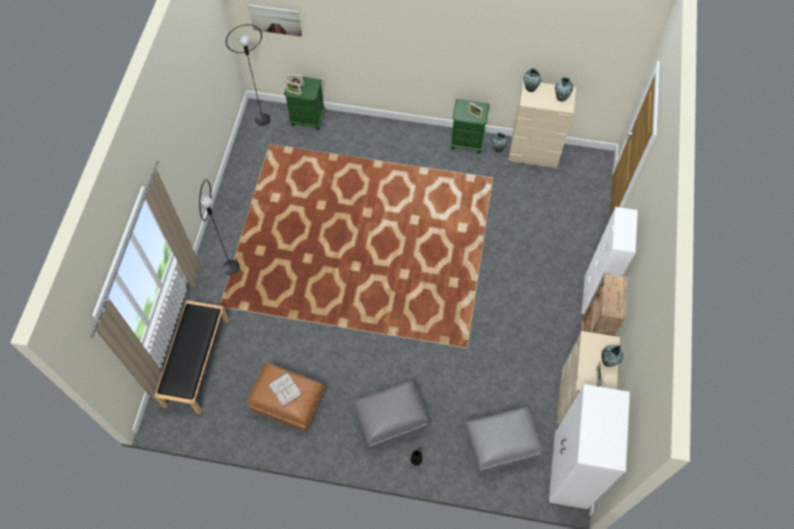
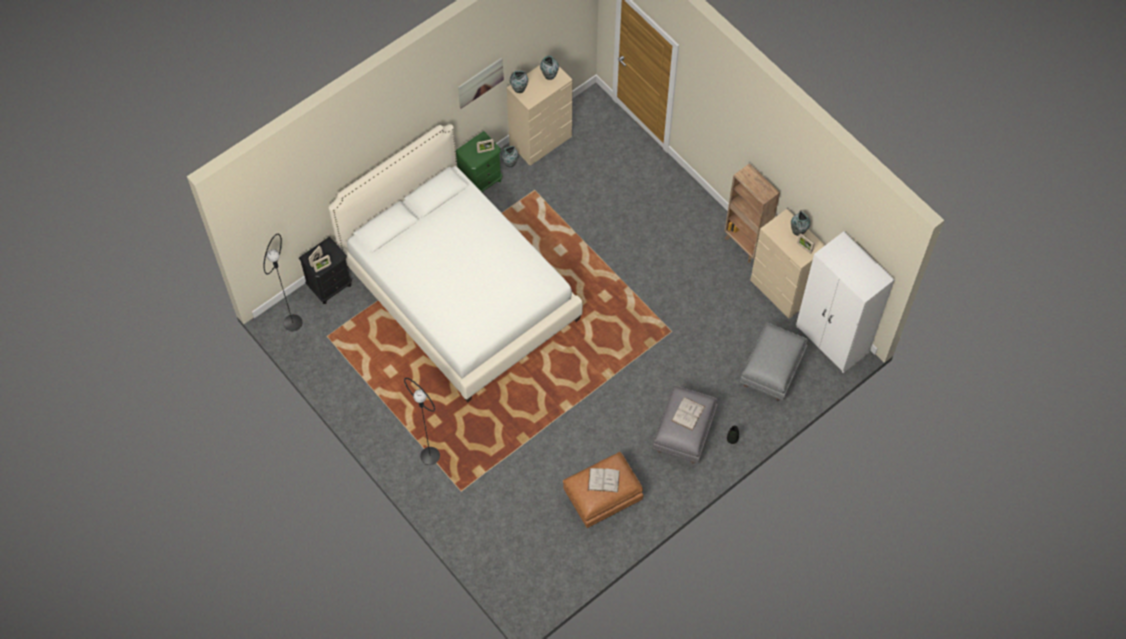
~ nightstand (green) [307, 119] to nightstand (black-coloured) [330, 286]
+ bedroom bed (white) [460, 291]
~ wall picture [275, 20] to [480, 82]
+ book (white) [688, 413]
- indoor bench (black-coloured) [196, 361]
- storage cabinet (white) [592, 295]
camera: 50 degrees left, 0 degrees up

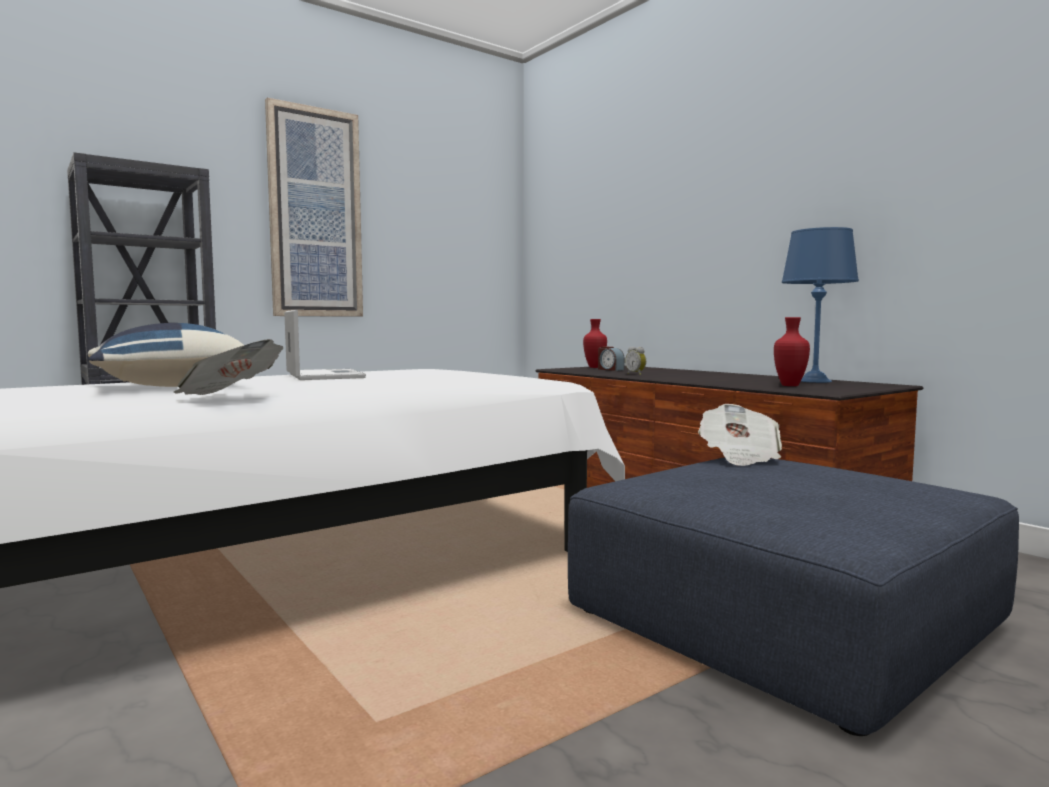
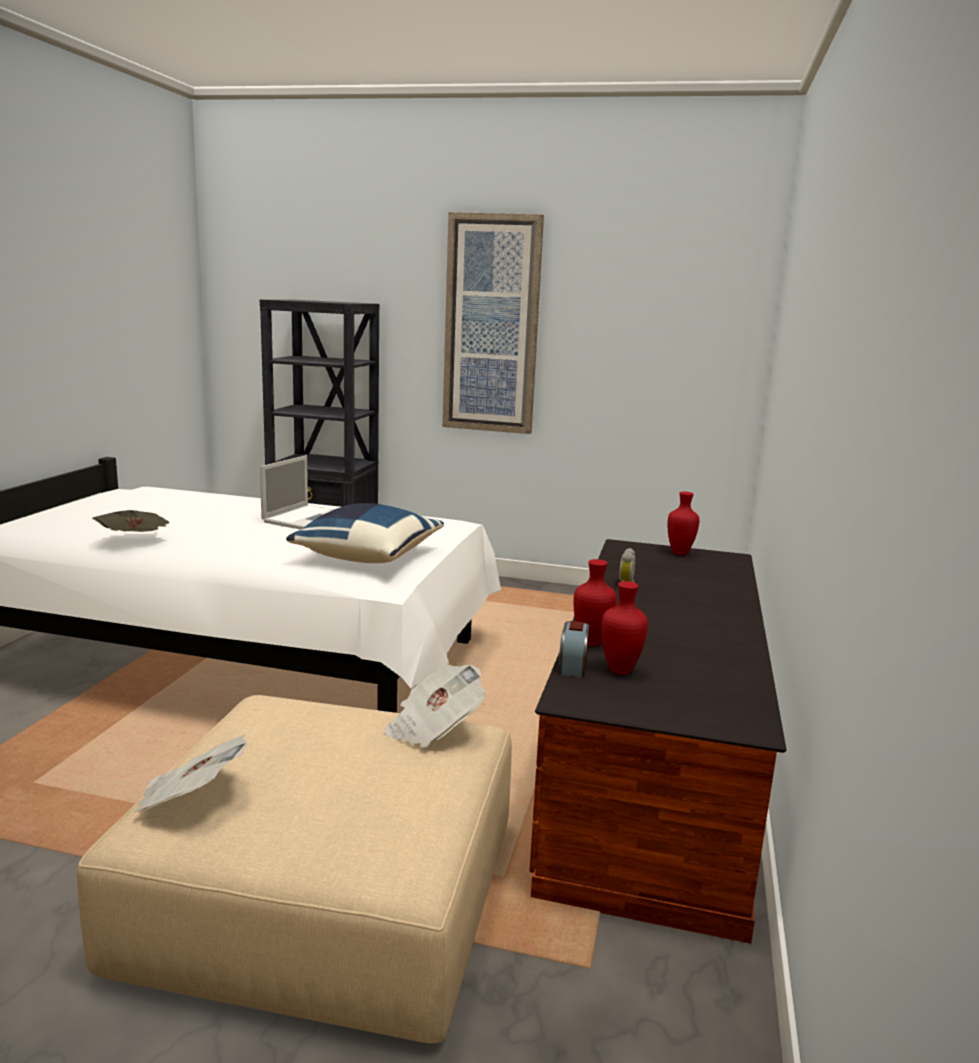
~ ottoman (blue-coloured) [780, 617] to ottoman (beige-coloured) [328, 893]
+ newspaper [191, 799]
~ throw pillow (blue-coloured) [171, 386] to [367, 556]
~ alarm clock [610, 369] to [572, 666]
+ decorative vase (red-coloured) [592, 643]
- table lamp (blue-coloured) [814, 381]
camera: 50 degrees right, 10 degrees up

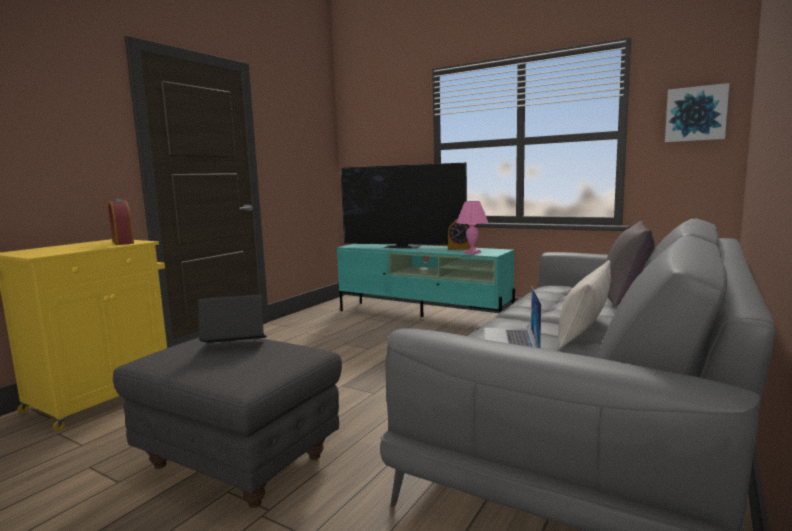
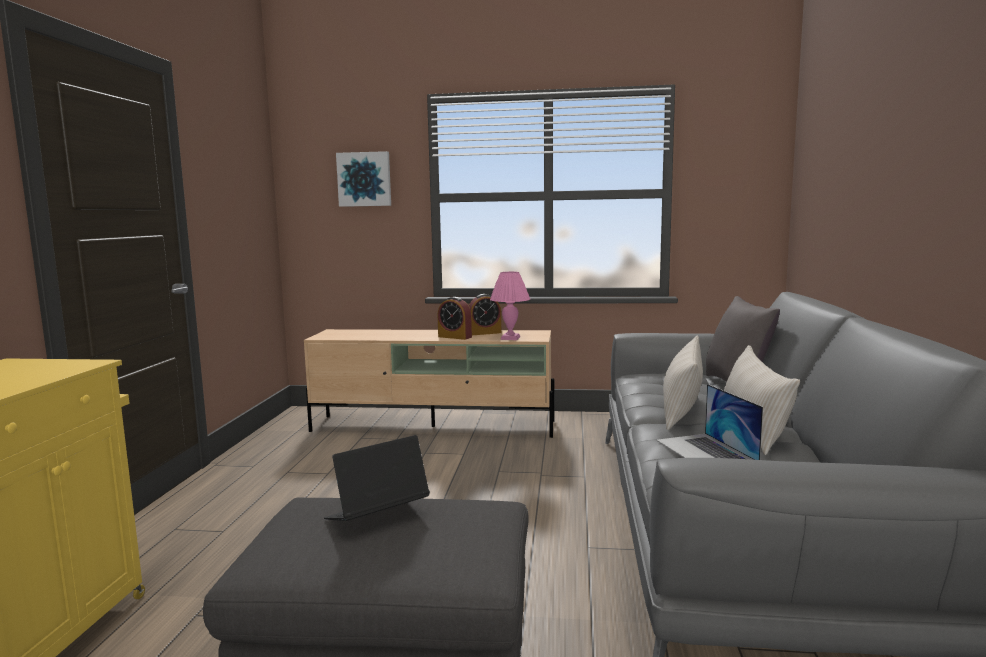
~ tv unit (turquoise-coloured) [423, 316] to tv unit (beige-coloured) [434, 426]
~ wall picture [696, 114] to [364, 179]
~ alarm clock [123, 242] to [455, 337]
+ throw pillow (beige-coloured) [682, 409]
- television [403, 246]
camera: 25 degrees left, 0 degrees up

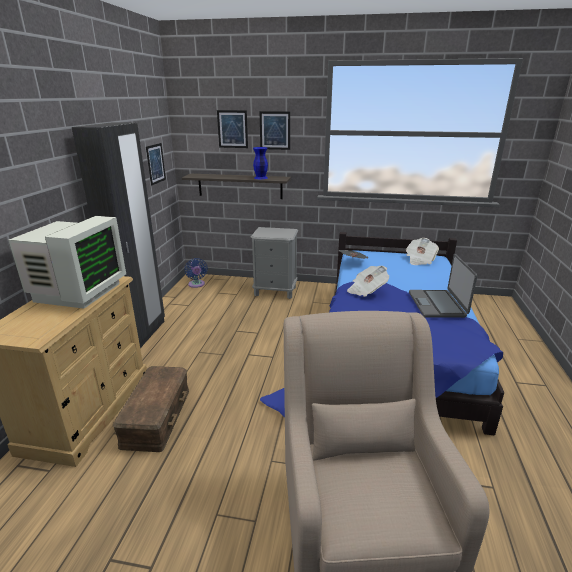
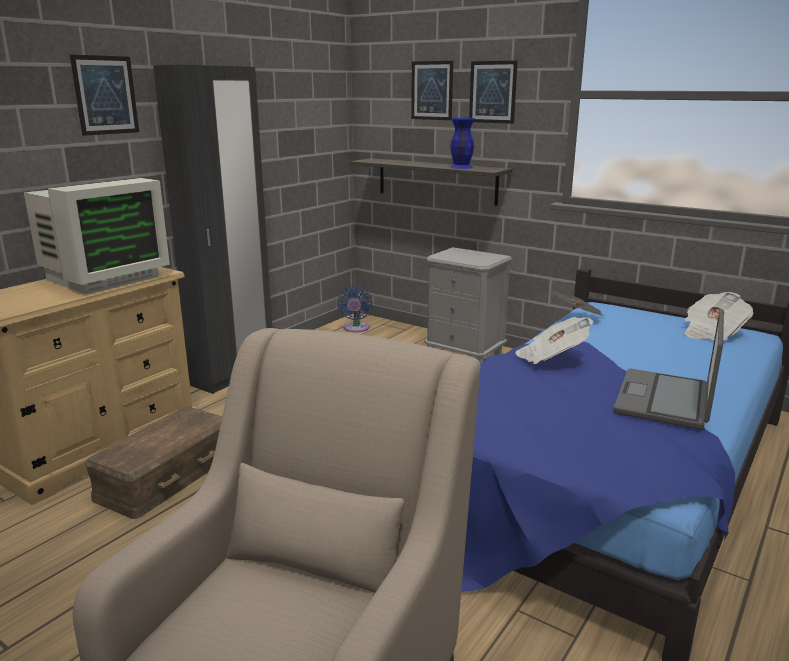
~ wall picture [155, 163] to [105, 95]
camera: 25 degrees right, 5 degrees down

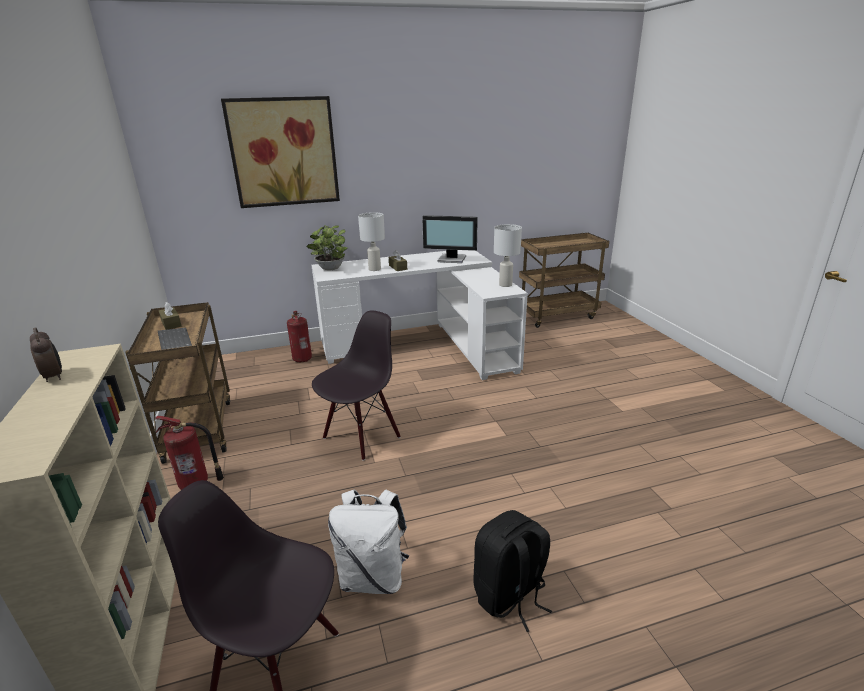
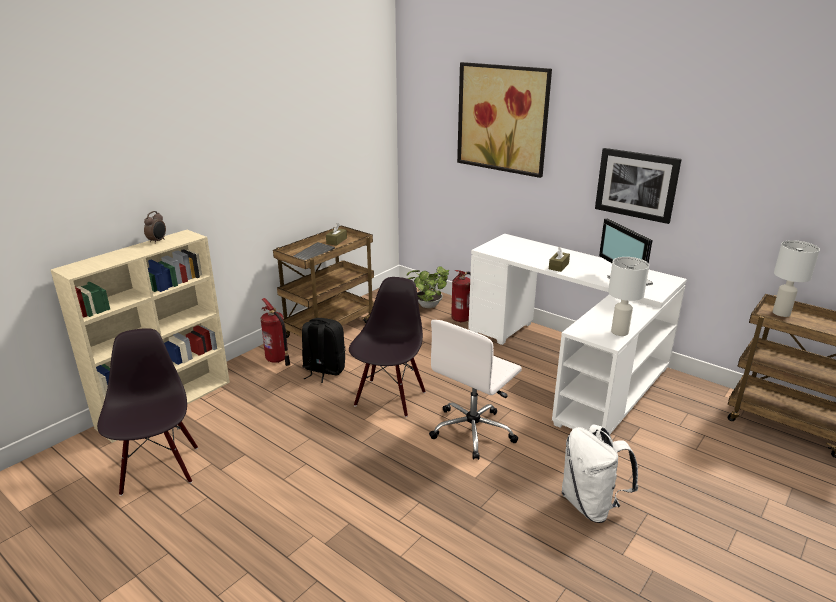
~ backpack (black-coloured) [510, 596] to [323, 370]
~ upright chair (black-coloured) [361, 436] = [389, 398] 75 degrees counterclockwise
~ houseplant [330, 269] to [426, 306]
+ office chair (white) [473, 431]
~ backpack (white) [373, 577] to [591, 505]
+ wall picture [636, 184]
~ table lamp (white) [374, 269] to [780, 313]
camera: 55 degrees right, 0 degrees up

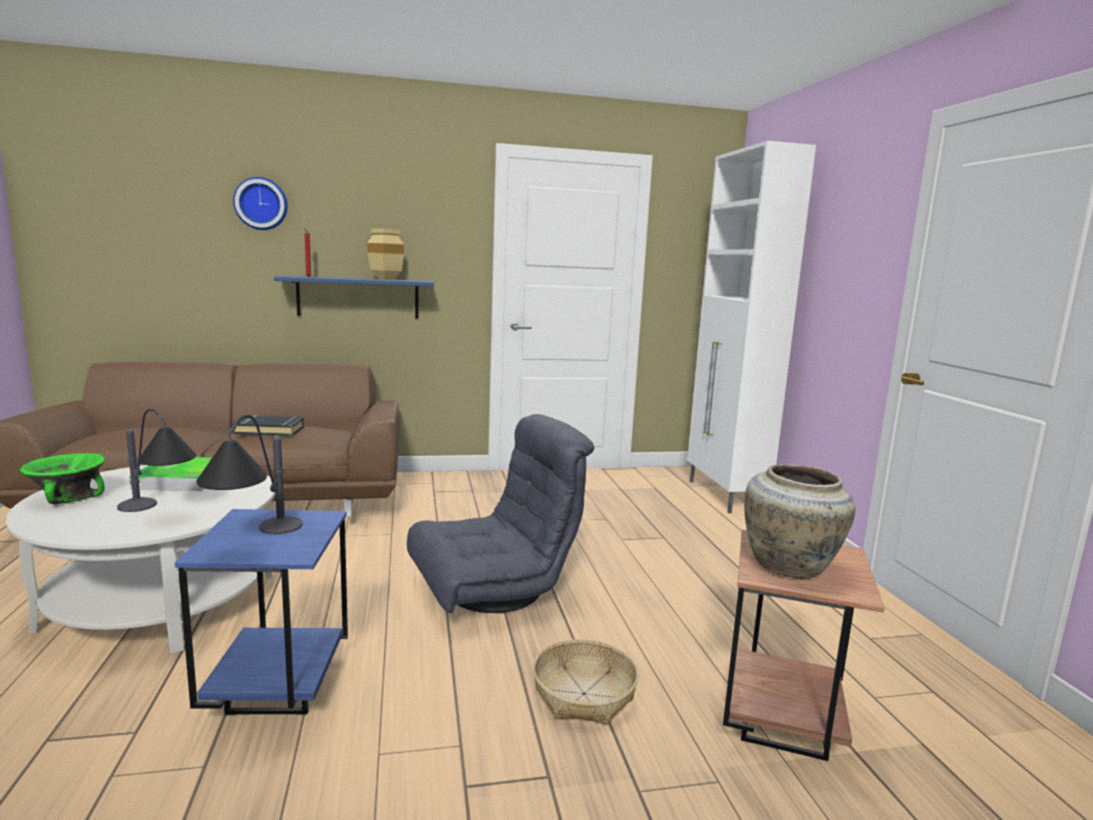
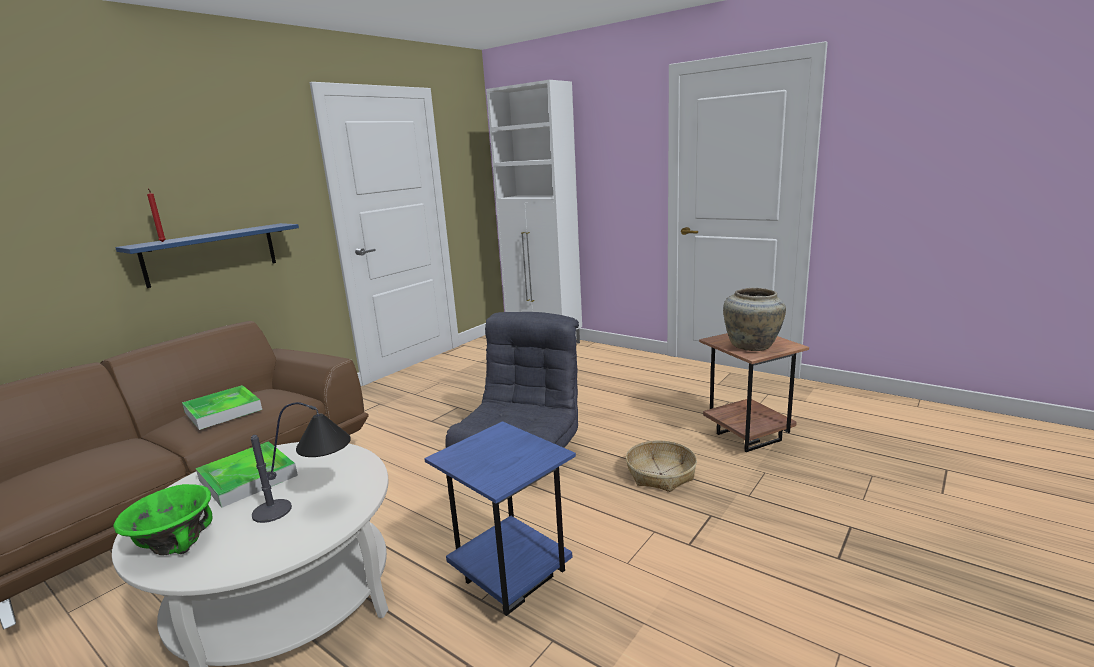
~ book (black-coloured) [270, 430] to carrying tray [223, 411]
- table lamp [255, 542]
- wall clock [261, 204]
- decorative vase (beige-coloured) [386, 279]
camera: 40 degrees left, 5 degrees up

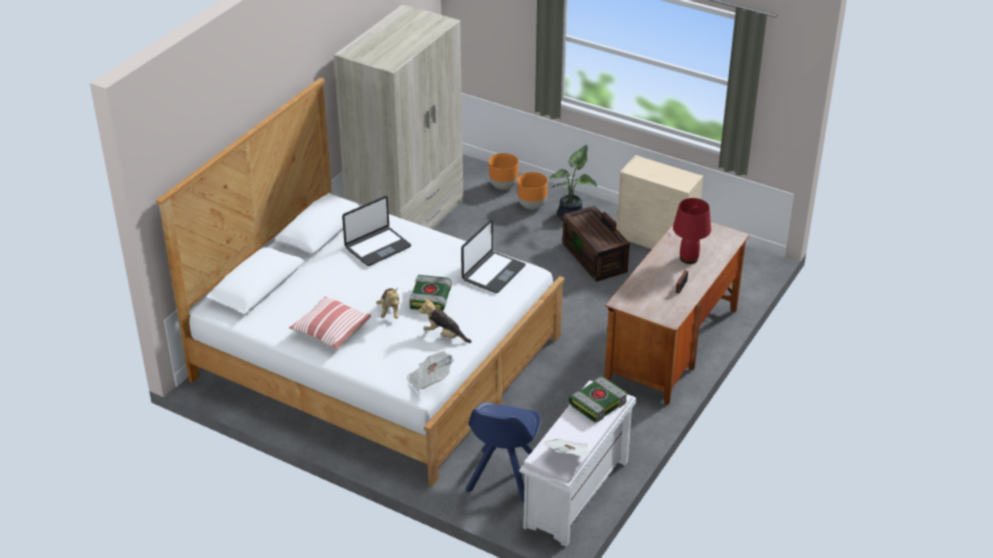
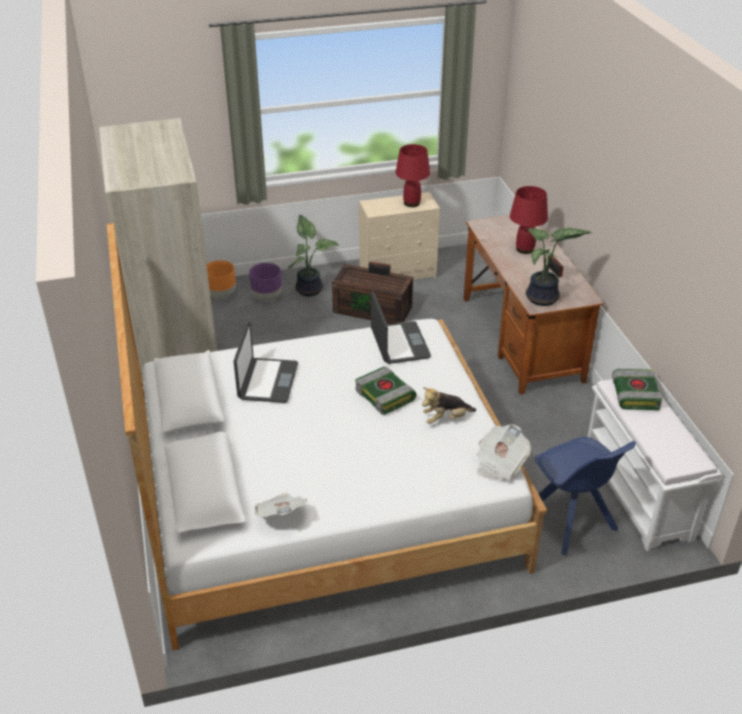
~ planter (orangey) [532, 205] to planter (purplish) [267, 297]
~ newspaper [569, 456] to [281, 515]
+ table lamp (red-coloured) [411, 203]
+ houseplant [543, 299]
- throw pillow [330, 331]
- soft toy [390, 311]
camera: 45 degrees left, 0 degrees up

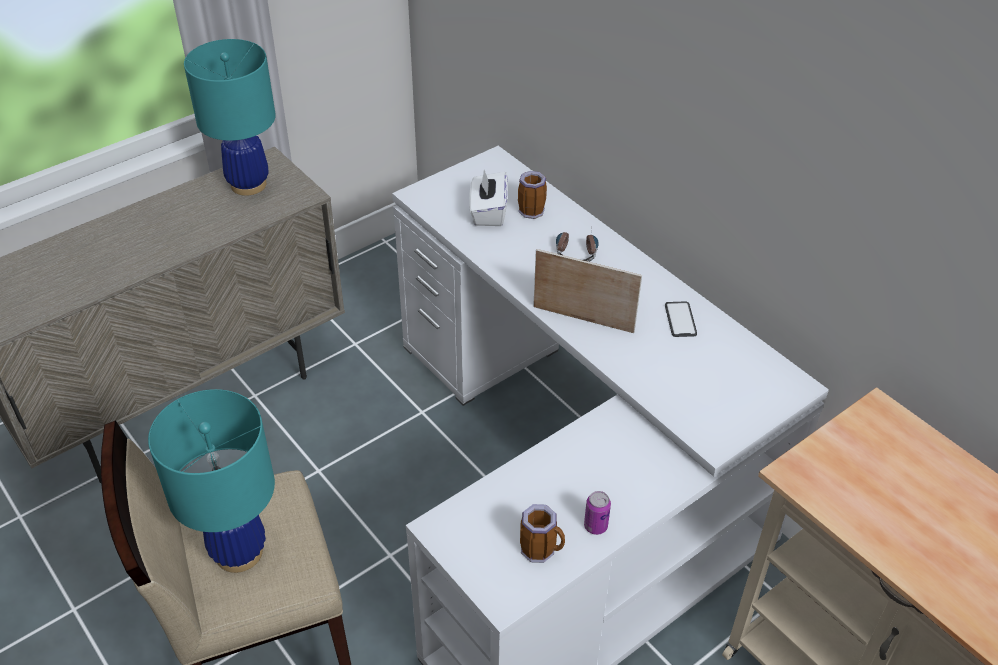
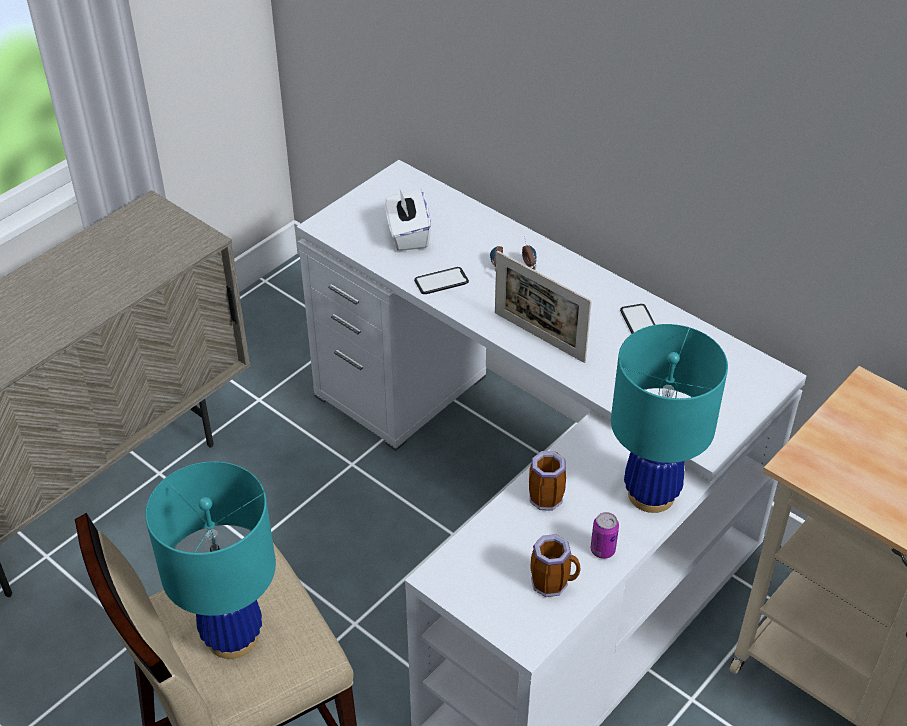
+ telephone [441, 281]
~ standing frame [583, 319] = [539, 337] 150 degrees counterclockwise
~ coffee mug [532, 209] to [545, 495]
~ table lamp (turquoise-coloured) [249, 184] to [651, 494]
camera: 10 degrees left, 0 degrees up

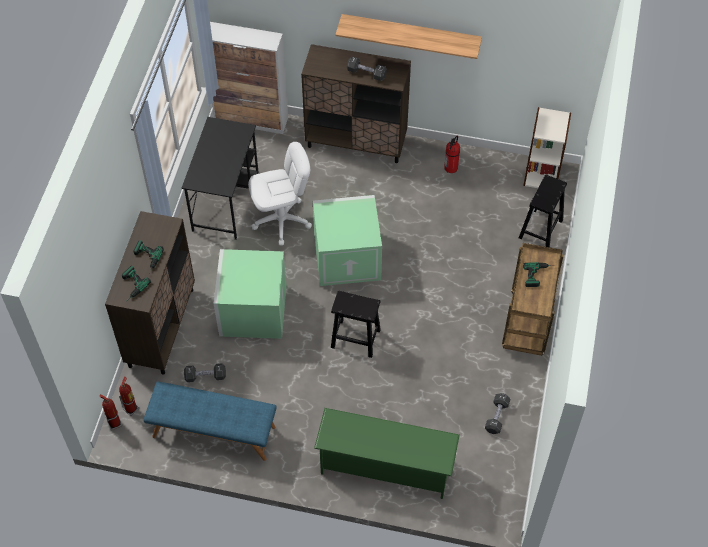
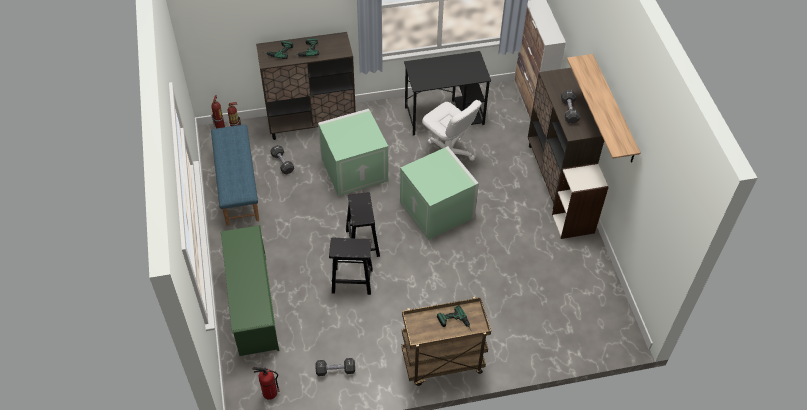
~ extinguisher [451, 168] to [269, 393]
~ sitting stool (black-coloured) [540, 230] to [351, 281]
~ bookshelf [542, 173] to [573, 224]
camera: 65 degrees right, 5 degrees down

